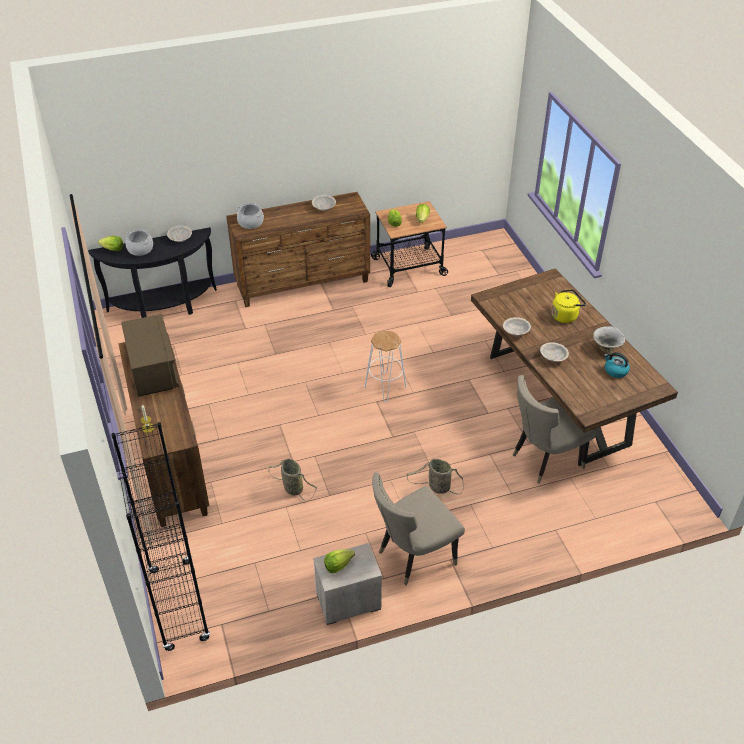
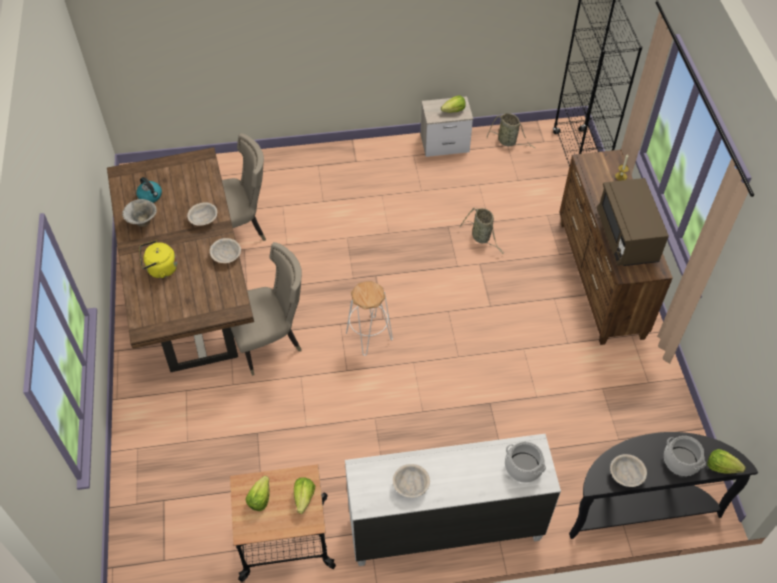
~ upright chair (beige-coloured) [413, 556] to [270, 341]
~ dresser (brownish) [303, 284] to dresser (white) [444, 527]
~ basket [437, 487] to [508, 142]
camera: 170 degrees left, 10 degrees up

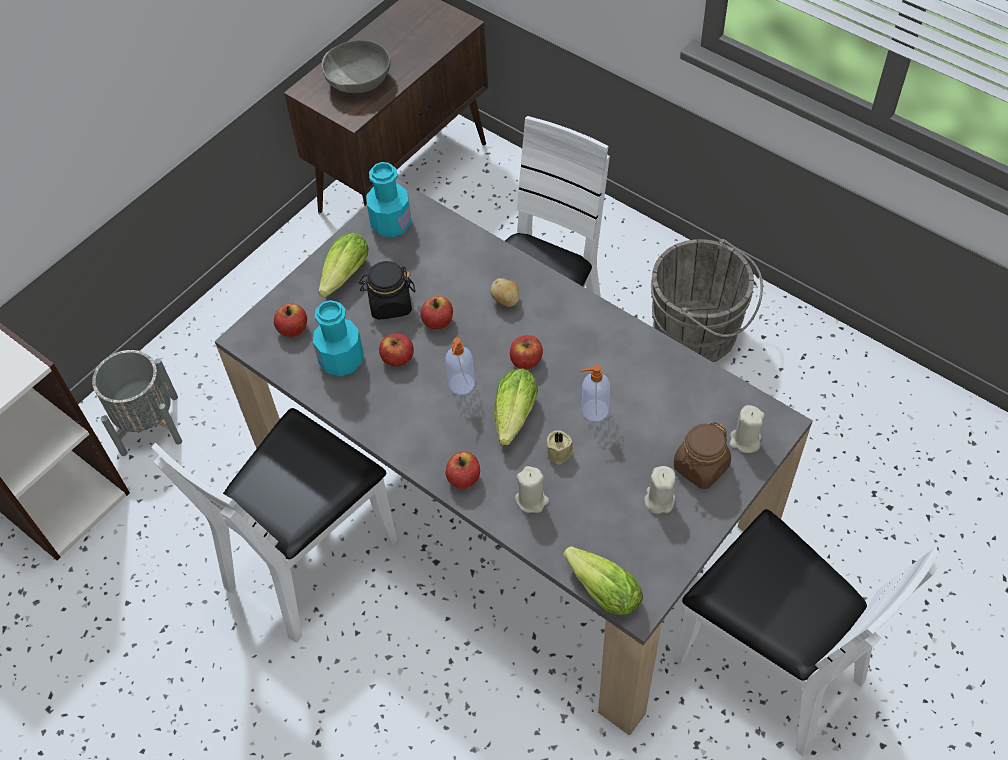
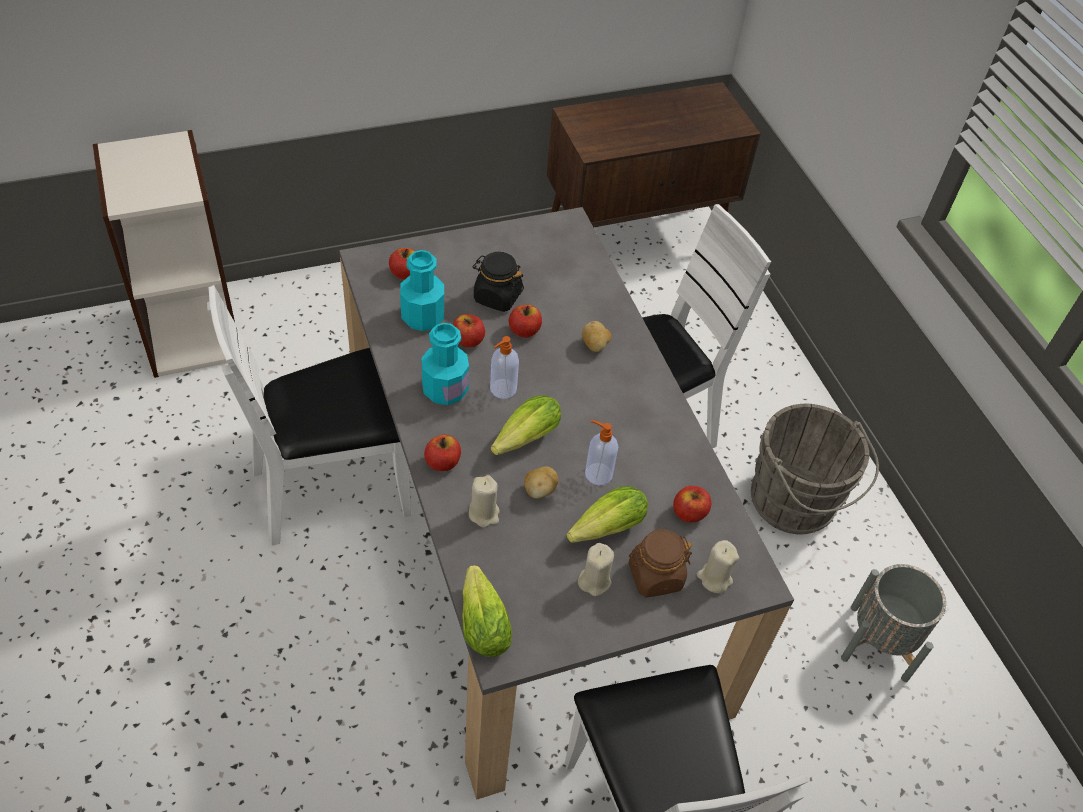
~ beverage bottle (turquoise-coloured) [391, 224] to [445, 389]
~ wax candle (beige-coloured) [560, 453] to spud [540, 490]
~ lettuce [342, 278] to [603, 530]
~ apple [526, 360] to [689, 513]
~ planter (gray) [149, 424] to [879, 642]
- deep dish (gray) [359, 82]
camera: 25 degrees right, 5 degrees down

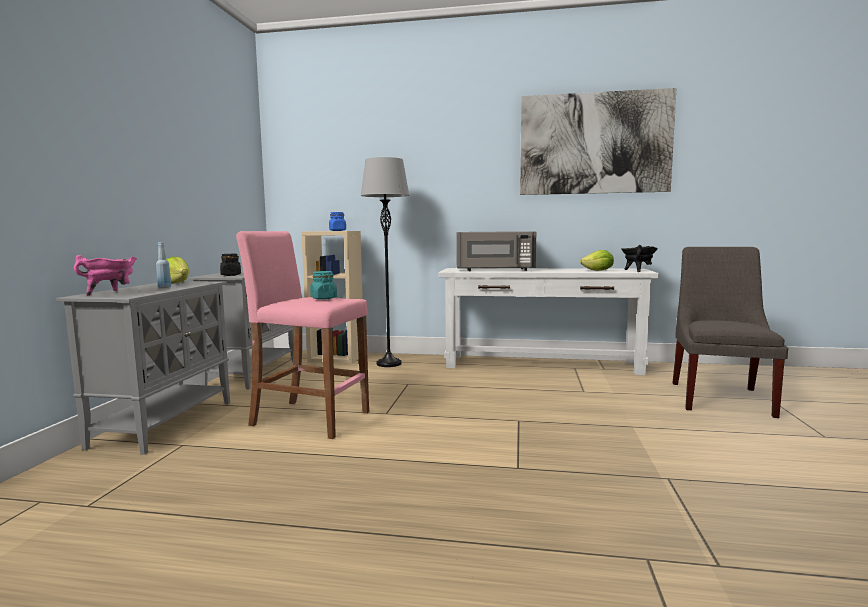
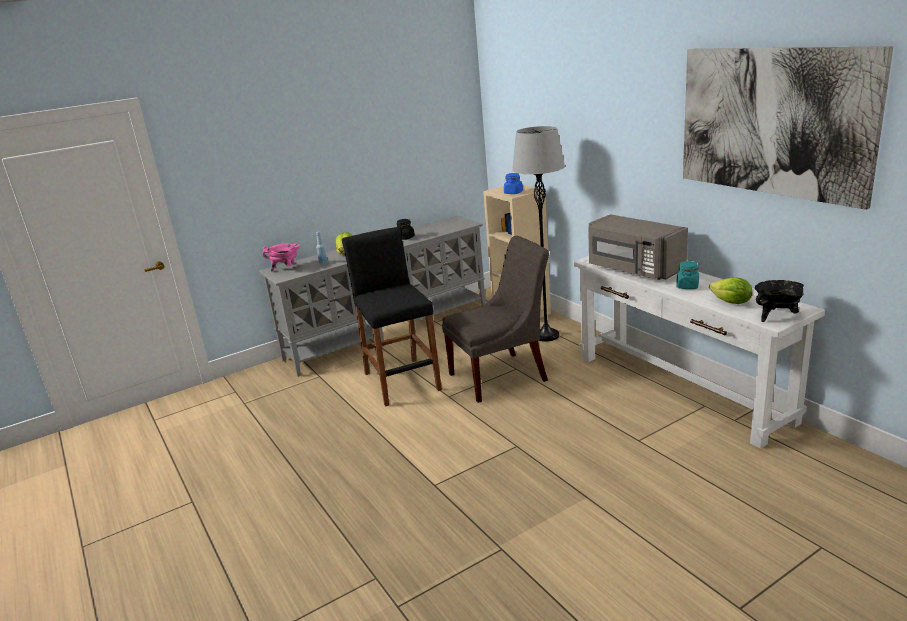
~ sitting stool (pink) [310, 418] to sitting stool (black-coloured) [401, 381]
~ upright chair (gray) [720, 397] to [502, 376]
~ storage jar (turquoise-coloured) [323, 298] to [687, 286]
camera: 50 degrees right, 15 degrees up

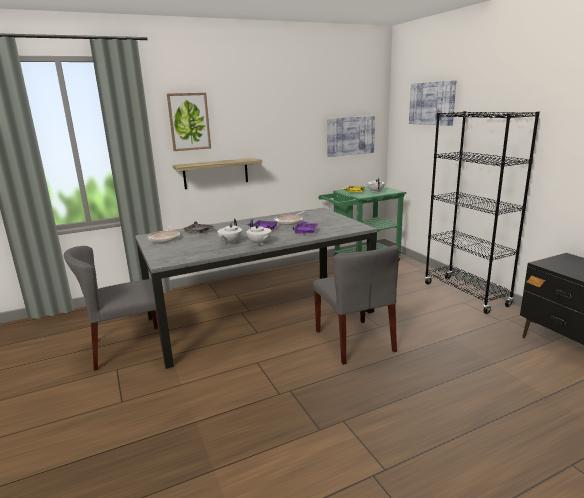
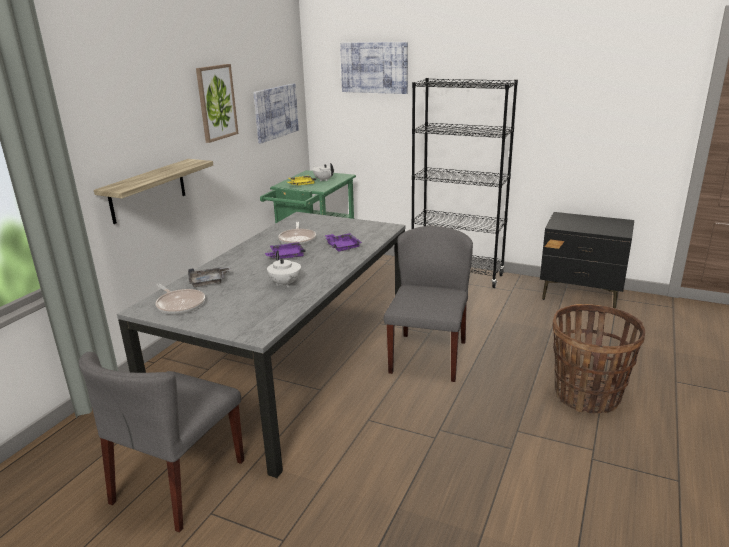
~ wall picture [189, 121] to [216, 102]
~ upright chair (gray) [354, 341] = [428, 356] 105 degrees counterclockwise
+ basket [587, 396]
- teapot (white) [259, 243]
camera: 40 degrees left, 5 degrees up

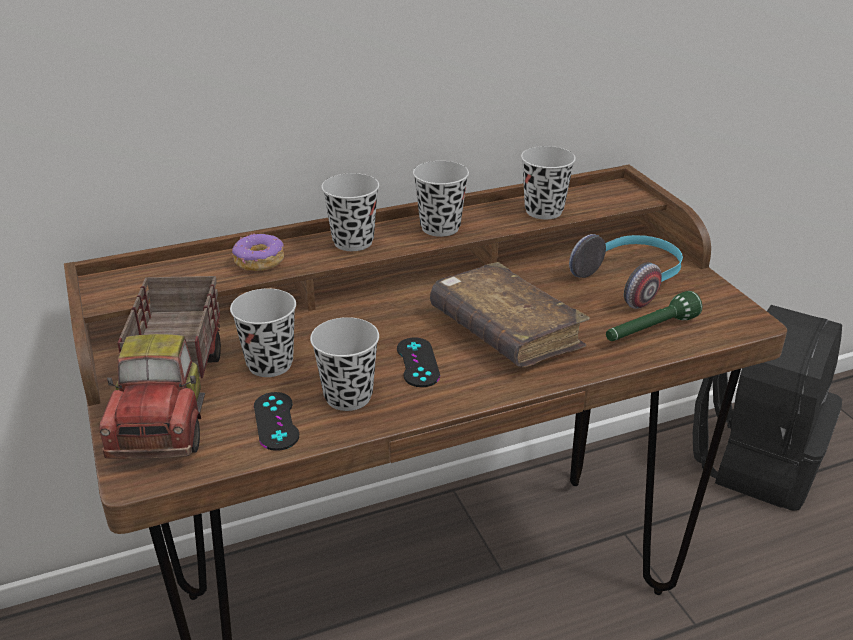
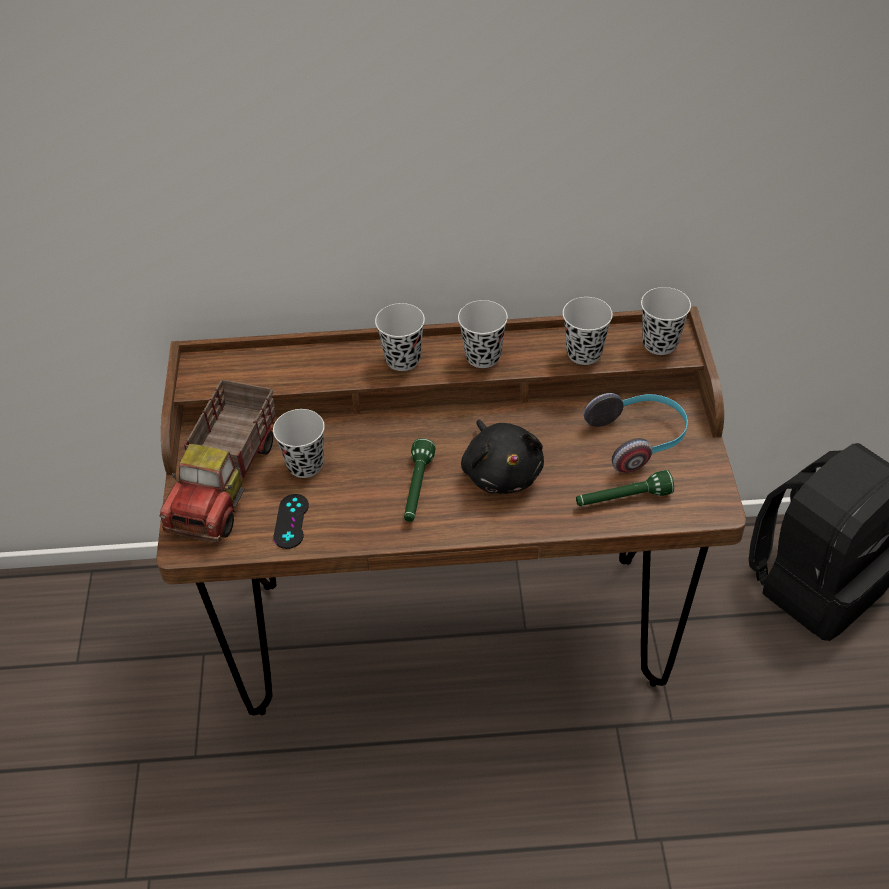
~ joypad (black-coloured) [418, 362] to hand torch (green) [417, 489]
~ book (brownish) [505, 331] to soft toy (black-coloured) [502, 472]
~ cup (black-coloured) [348, 396] to [660, 343]
- ring doughnut [259, 261]
camera: 20 degrees right, 15 degrees up

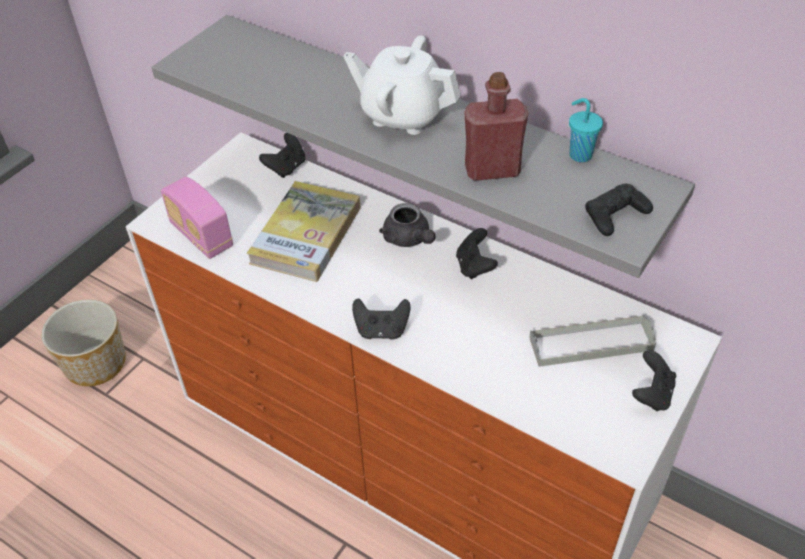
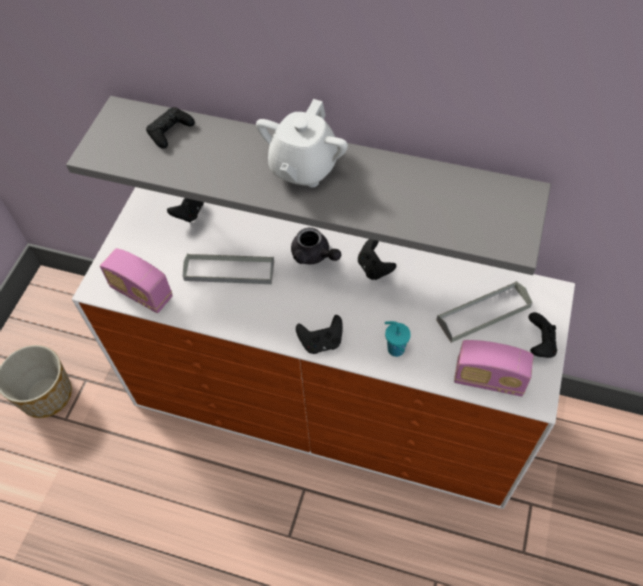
~ joypad (black-coloured) [615, 215] to [170, 131]
~ book [306, 234] to carrying tray (gray) [229, 271]
~ teapot (white) [403, 115] = [303, 168] 75 degrees counterclockwise
~ cup (turquoise-coloured) [579, 155] to [394, 348]
+ radio [489, 379]
- beverage bottle (red-coloured) [492, 170]
camera: 15 degrees left, 10 degrees up

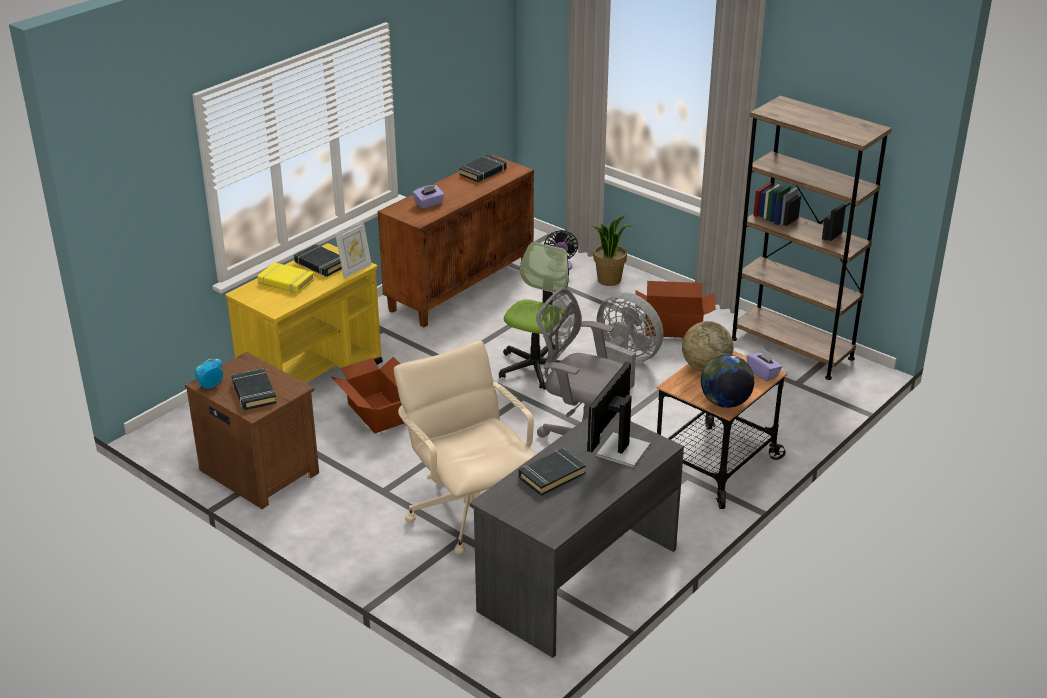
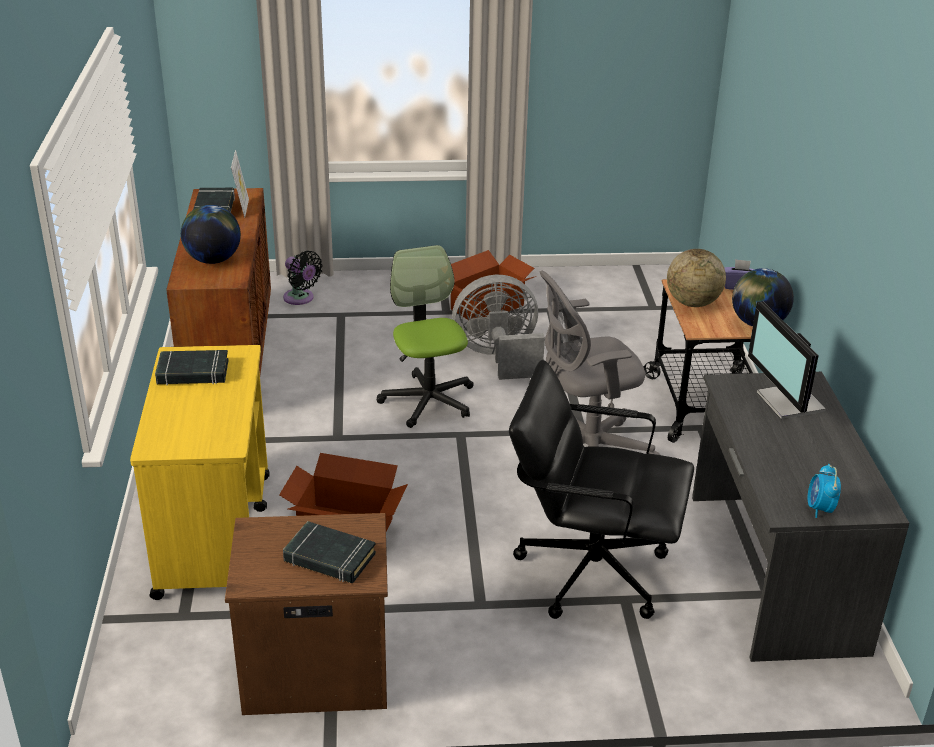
~ tissue holder (purplish) [429, 204] to globe [213, 260]
~ standing frame [355, 270] to [242, 208]
~ office chair (beige-coloured) [469, 512] to office chair (black-coloured) [591, 571]
~ alarm clock [210, 386] to [820, 509]
- book (yellow) [286, 282]
- book (black-coloured) [551, 475]
- houseplant [609, 280]
- bookshelf (brownish) [791, 348]
camera: 45 degrees left, 0 degrees up

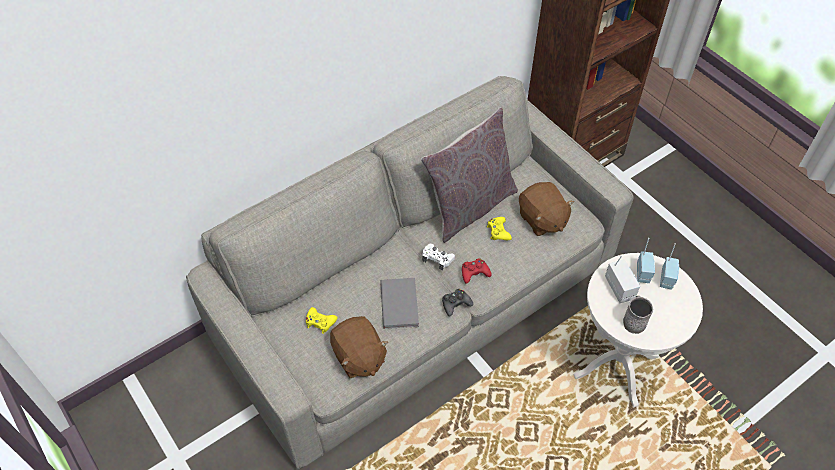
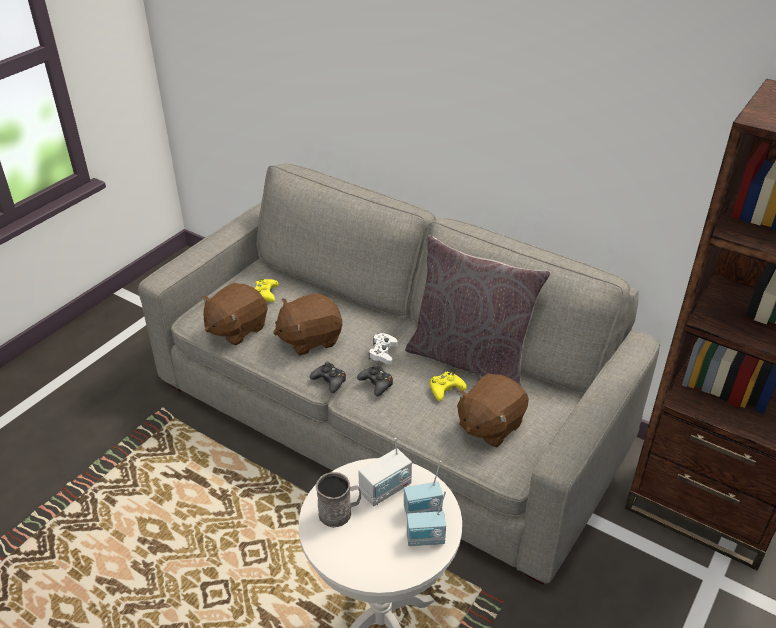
~ book (gray) [400, 303] to soft toy (brownish) [310, 339]
~ joypad (red-coloured) [474, 273] to joypad (black-coloured) [376, 383]
camera: 70 degrees right, 15 degrees down

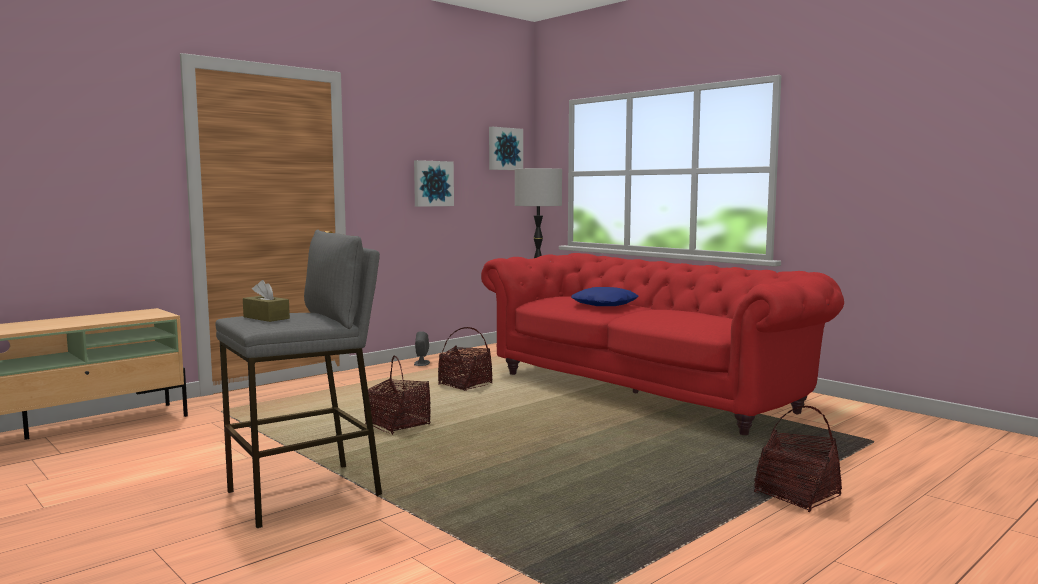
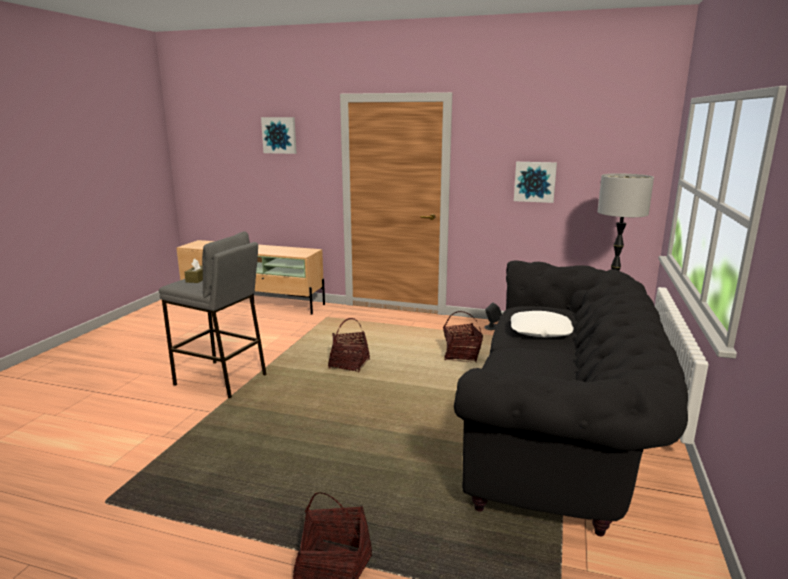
~ wall picture [504, 149] to [279, 135]
~ settee (red-coloured) [650, 389] to settee (black-coloured) [561, 428]
~ throw pillow (blue-coloured) [605, 304] to throw pillow (white) [540, 331]
camera: 60 degrees right, 10 degrees up

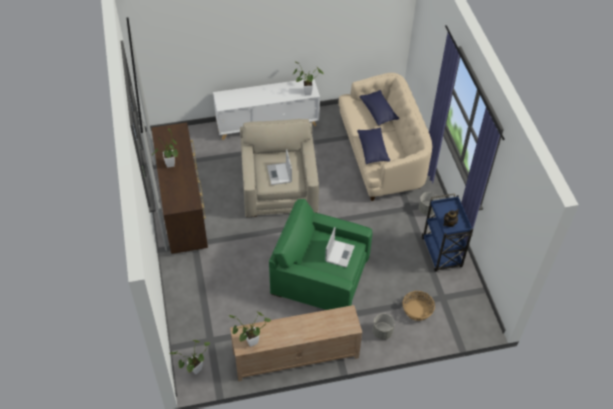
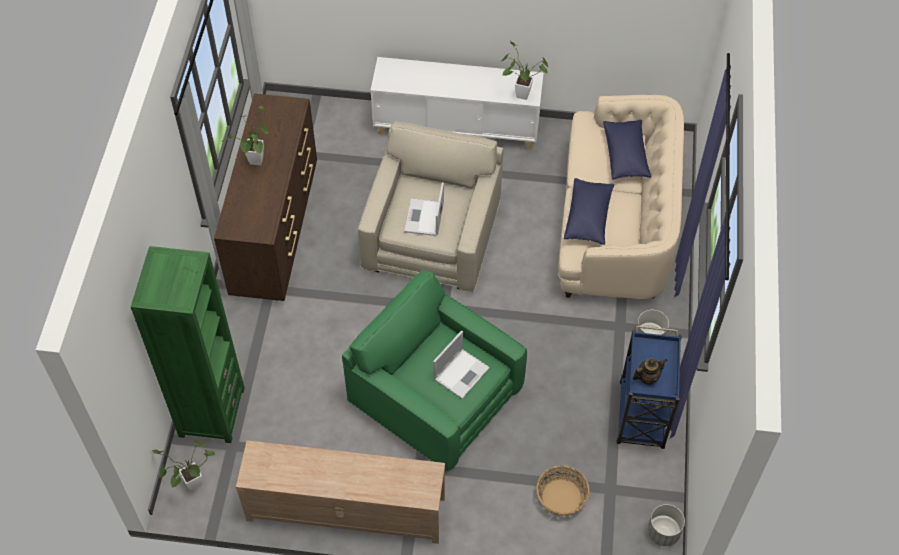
+ bookshelf (green) [211, 412]
~ planter (gray) [382, 332] to [663, 532]
- houseplant [249, 343]
camera: 20 degrees right, 5 degrees up

